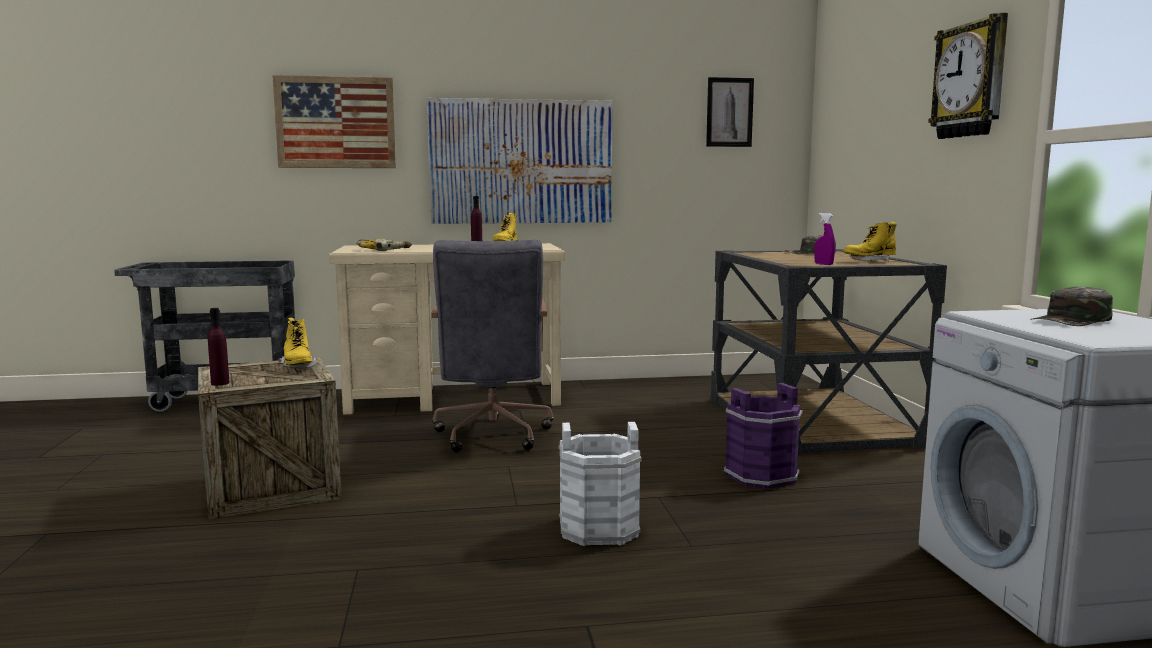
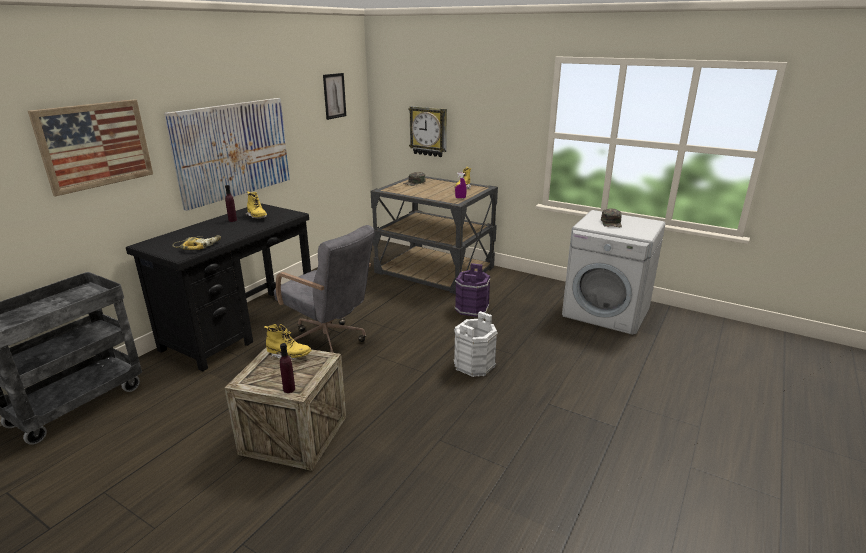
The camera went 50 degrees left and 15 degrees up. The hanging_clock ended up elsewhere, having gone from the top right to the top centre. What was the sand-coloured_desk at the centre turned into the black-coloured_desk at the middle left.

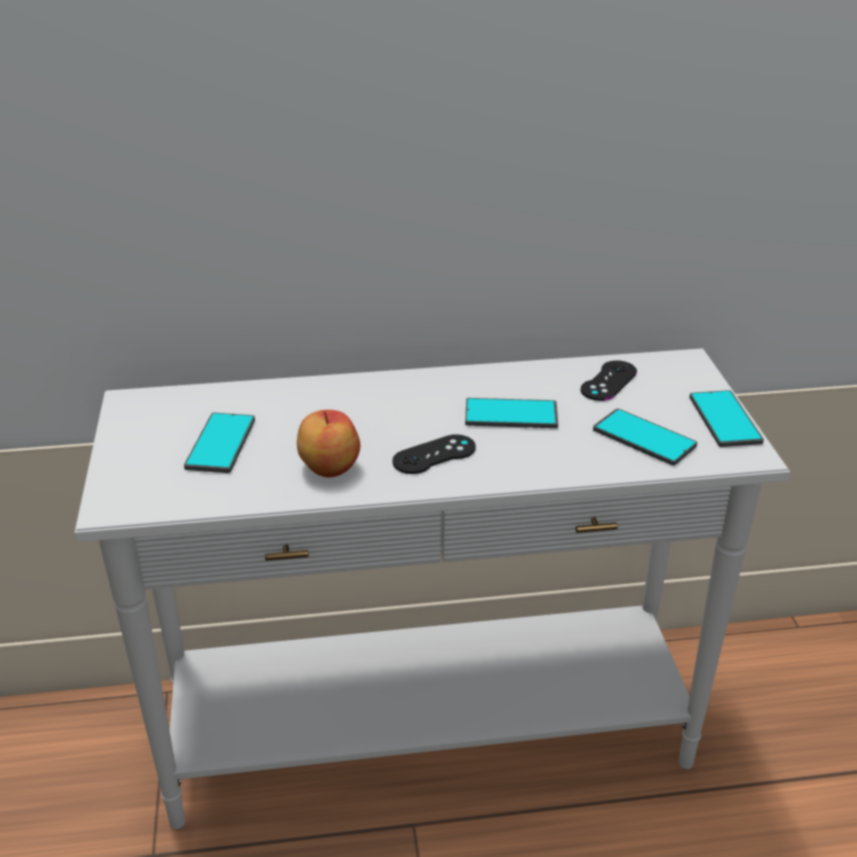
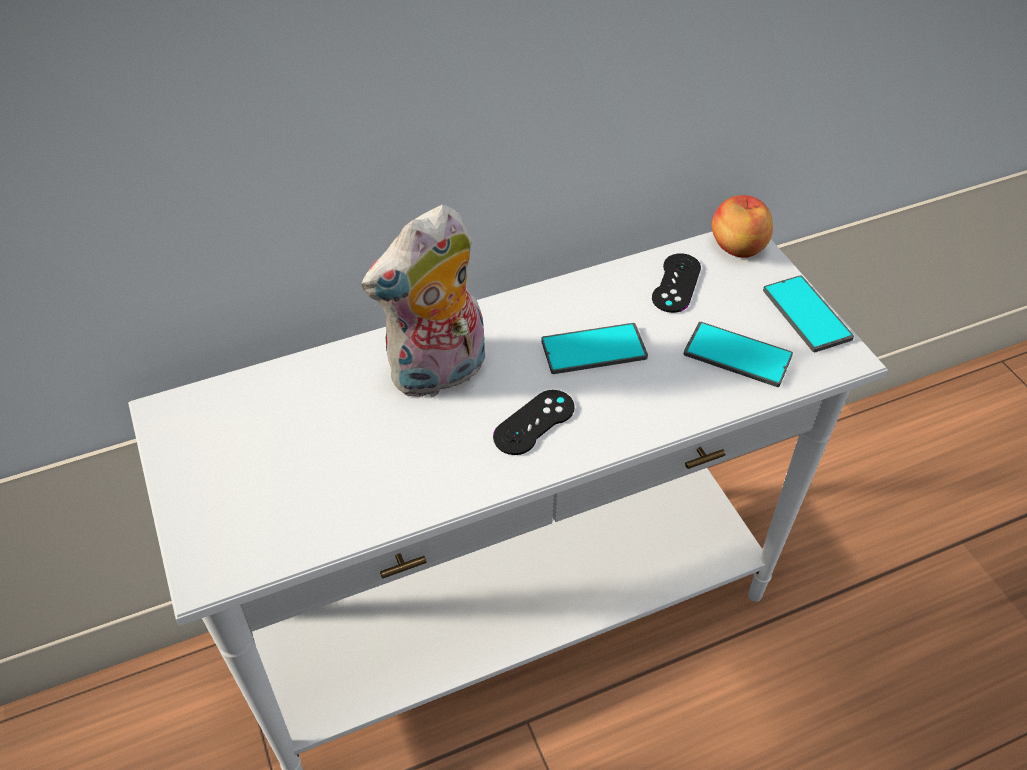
The camera went 15 degrees left and 15 degrees up. The second view lost the phone (1st from left) at the middle left. The second view gained the plush_toy at the centre. The whole_apple ended up elsewhere, having gone from the centre to the top right.

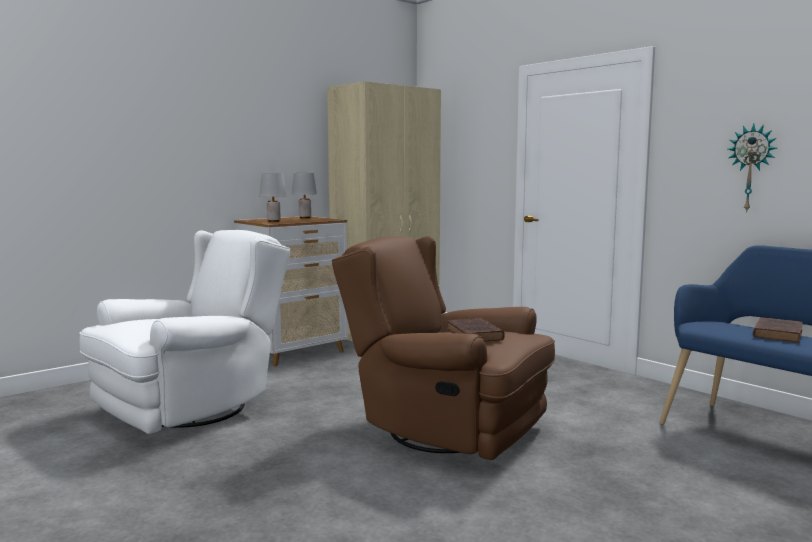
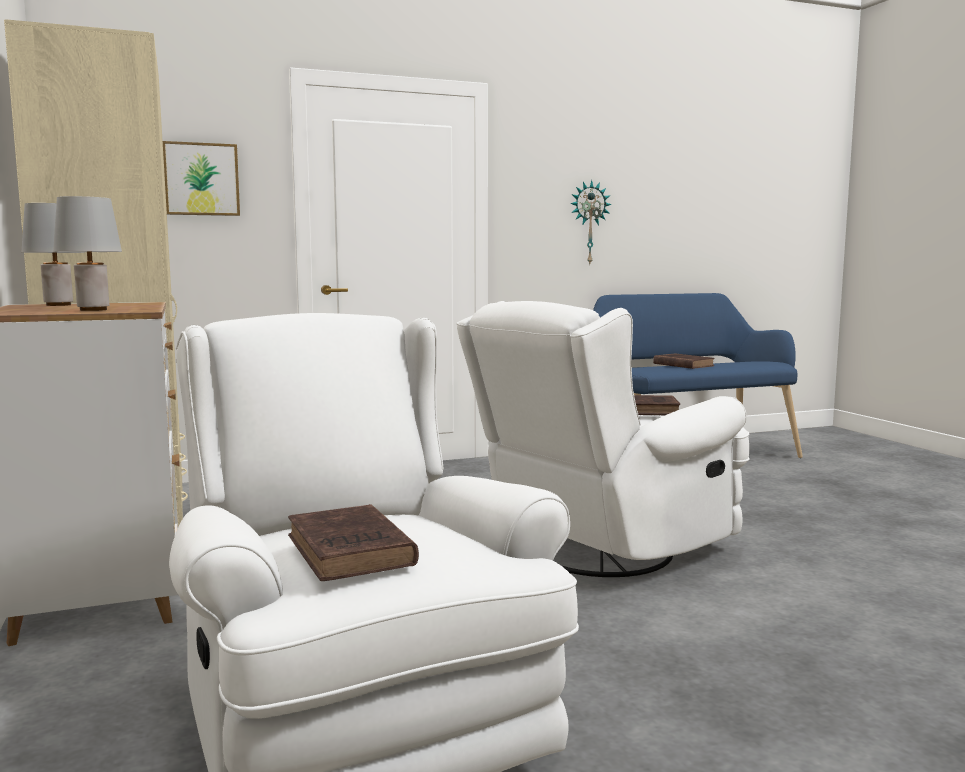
The camera went 70 degrees left and 0 degrees up. The second view gained the wall_picture at the top left. The second view gained the brown_book (1st from left) at the bottom centre. What was the brown_lounge_chair at the centre turned into the white-coloured_lounge_chair (2nd from left) at the centre.

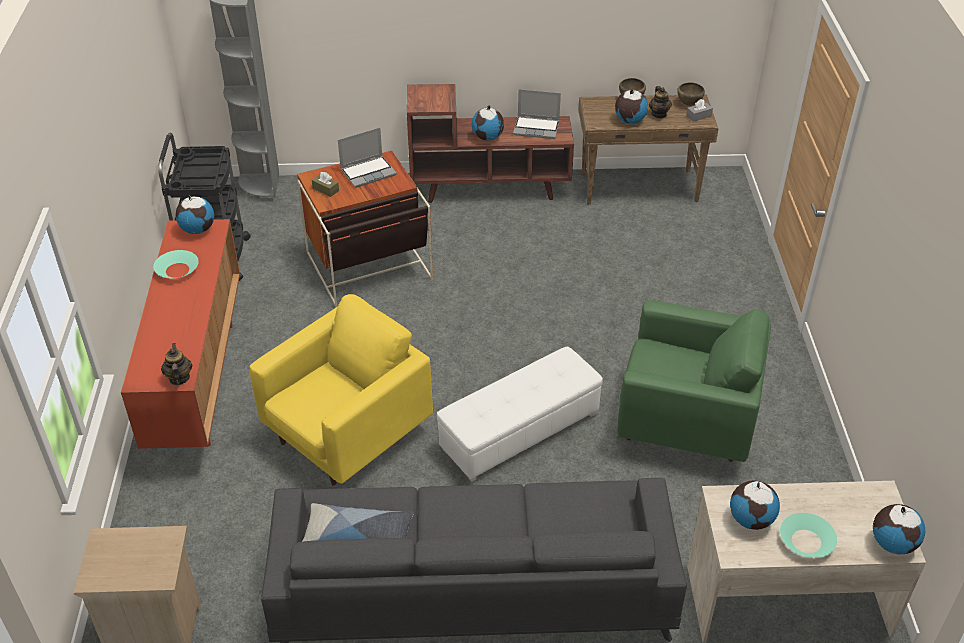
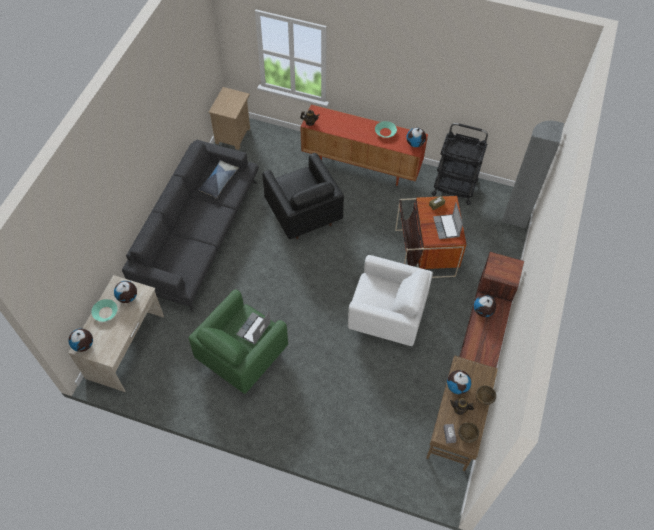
The camera went 110 degrees right and 15 degrees up. The second view lost the white-coloured_footrest at the centre. The second view gained the white-coloured_lounge_chair at the centre. The laptop (2nd from left in the first image) ended up elsewhere, having gone from the top centre to the centre. What was the yellow-coloured_lounge_chair at the centre turned into the black-coloured_lounge_chair at the centre.

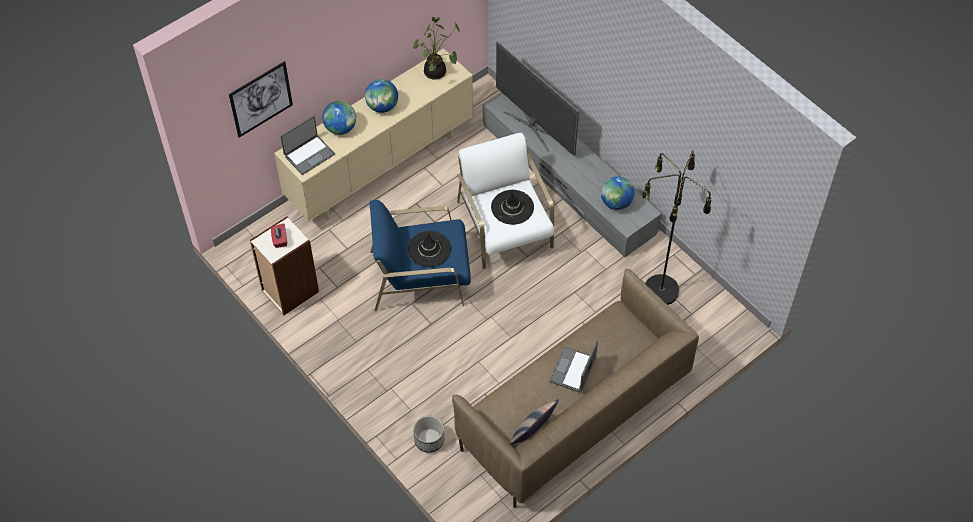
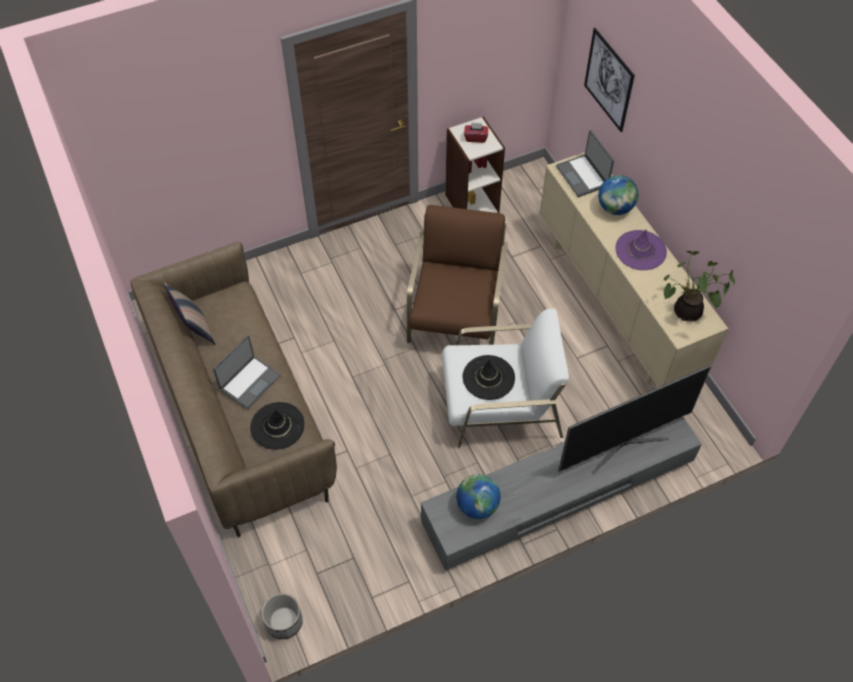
The camera went 105 degrees right and 0 degrees up. The second view lost the floor_lamp at the middle right. The black-coloured_wearable_hat (1st from left) ended up elsewhere, having gone from the centre to the middle left. The planter ended up elsewhere, having gone from the bottom centre to the bottom left. Where the globe (2nd from left) stood at the top centre, the purple-coloured_wearable_hat came to stand at the middle right. What was the blue_lounge_chair at the centre turned into the brown_lounge_chair at the centre. The laptop (2nd from left in the first image) at the bottom centre ended up facing another way, 90 degrees clockwise from before.

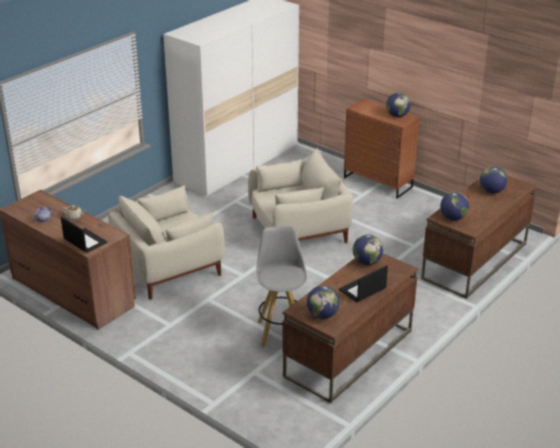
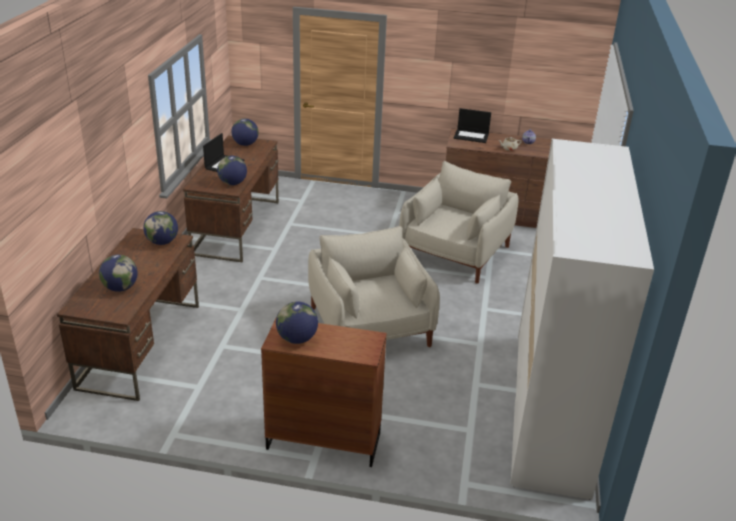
The camera went 150 degrees right and 0 degrees up. The second view lost the greyish_sitting_stool at the centre. The sand-coloured_lounge_chair (2nd from left in the first image) at the centre ended up facing another way, 120 degrees clockwise from before.

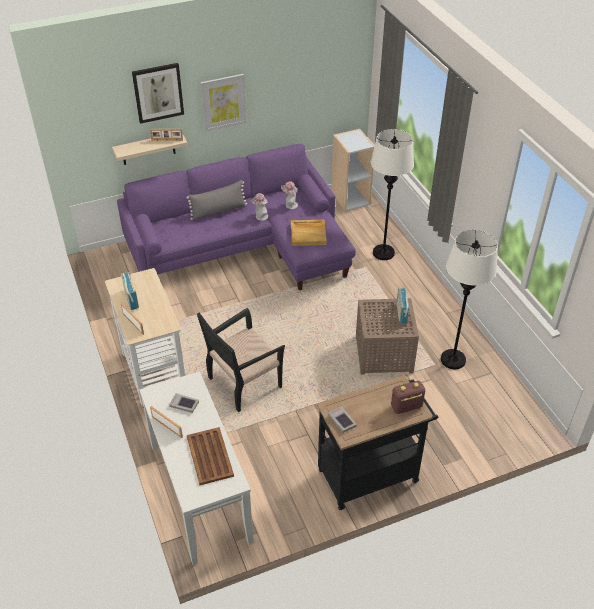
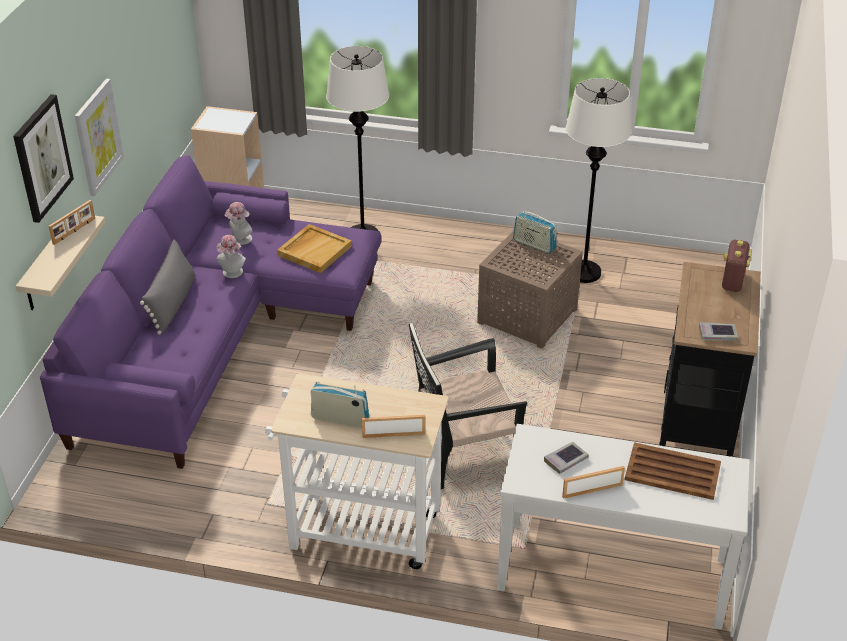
The camera went 55 degrees left and 5 degrees down. The black-coloured_lounge_chair at the centre ended up facing another way, 75 degrees clockwise from before.

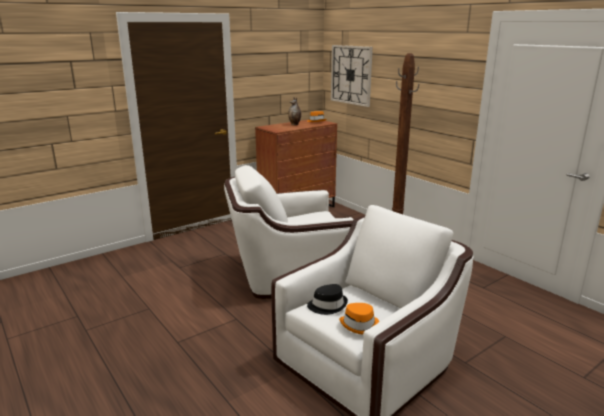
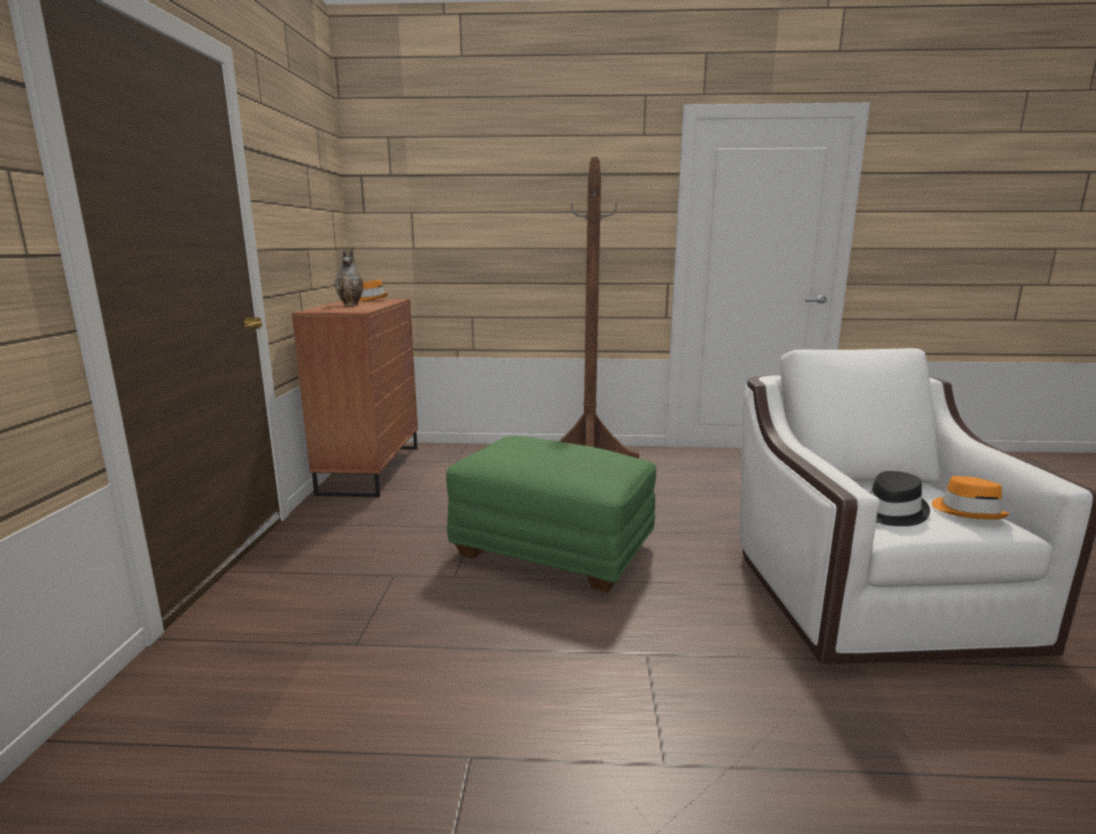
The camera went 50 degrees left and 5 degrees down. The second view lost the hanging_clock at the top centre. Where the white-coloured_lounge_chair (1st from left) stood at the centre, the greenish_footrest came to stand at the centre.

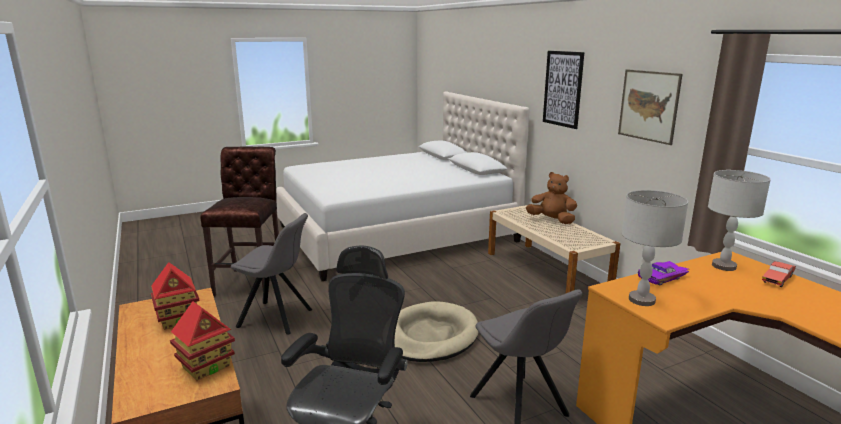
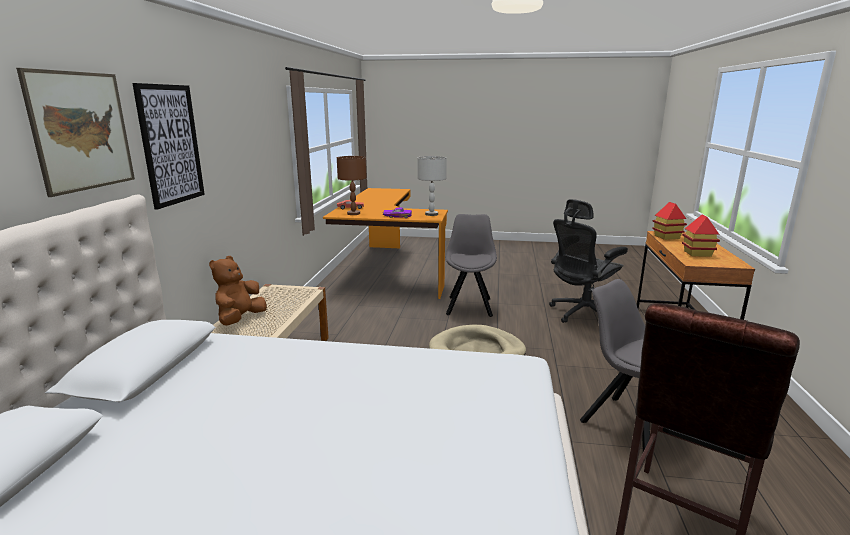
The camera went 145 degrees left and 0 degrees up. The wall_picture (2nd from left in the first image) ended up elsewhere, having gone from the top right to the top left. What was the greyish_tabletop_lamp (2nd from left) at the middle right turned into the brown_tabletop_lamp at the centre. The brown_plush_toy at the centre ended up facing another way, 45 degrees clockwise from before.

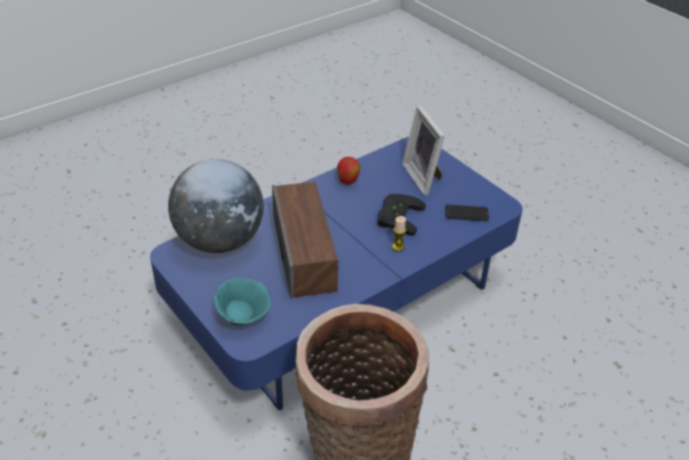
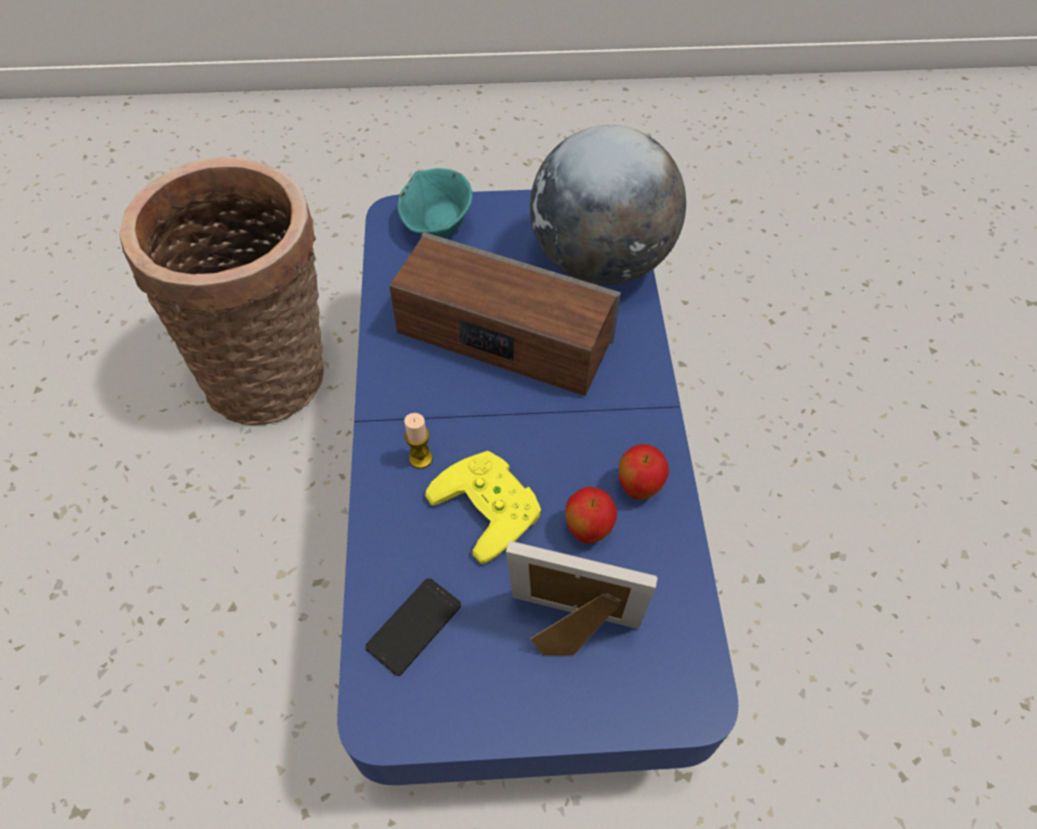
The camera went 125 degrees right and 15 degrees up. The second view gained the whole_apple (1st from left) at the centre. What was the black-coloured_joypad at the centre turned into the yellow-coloured_joypad at the centre.

